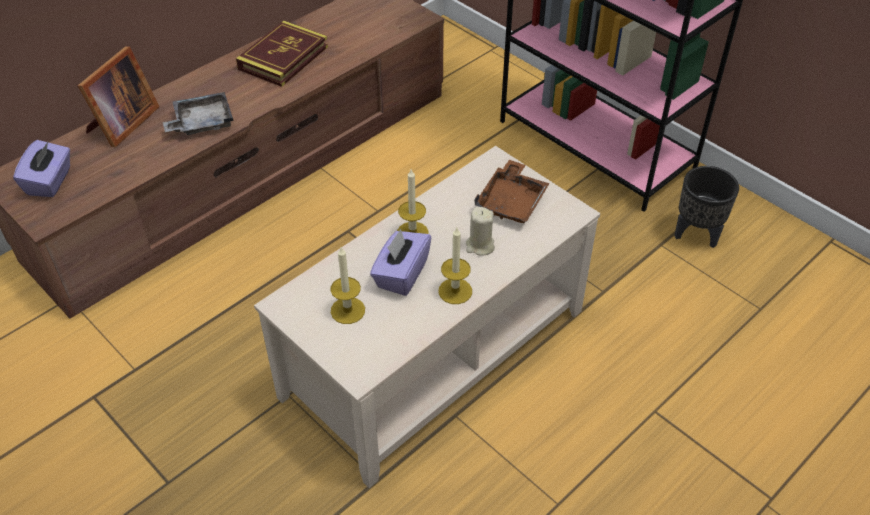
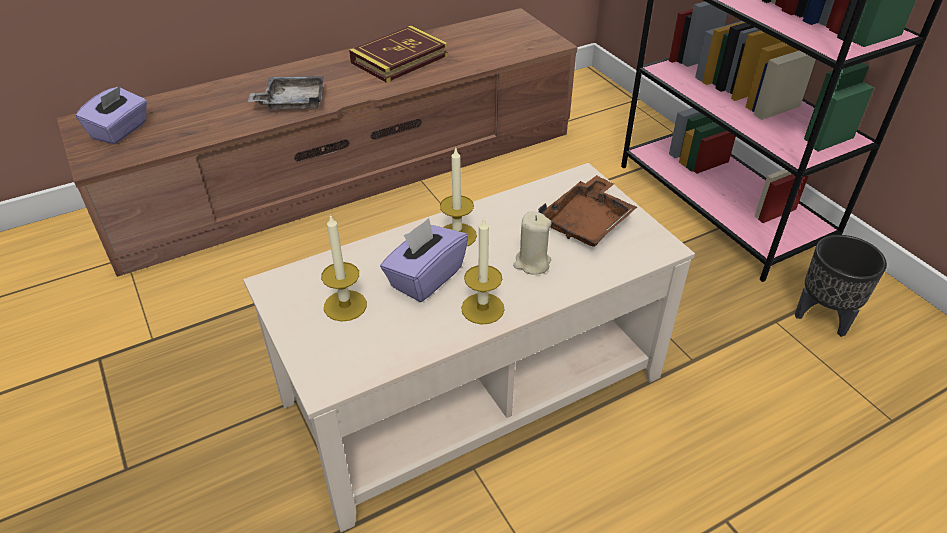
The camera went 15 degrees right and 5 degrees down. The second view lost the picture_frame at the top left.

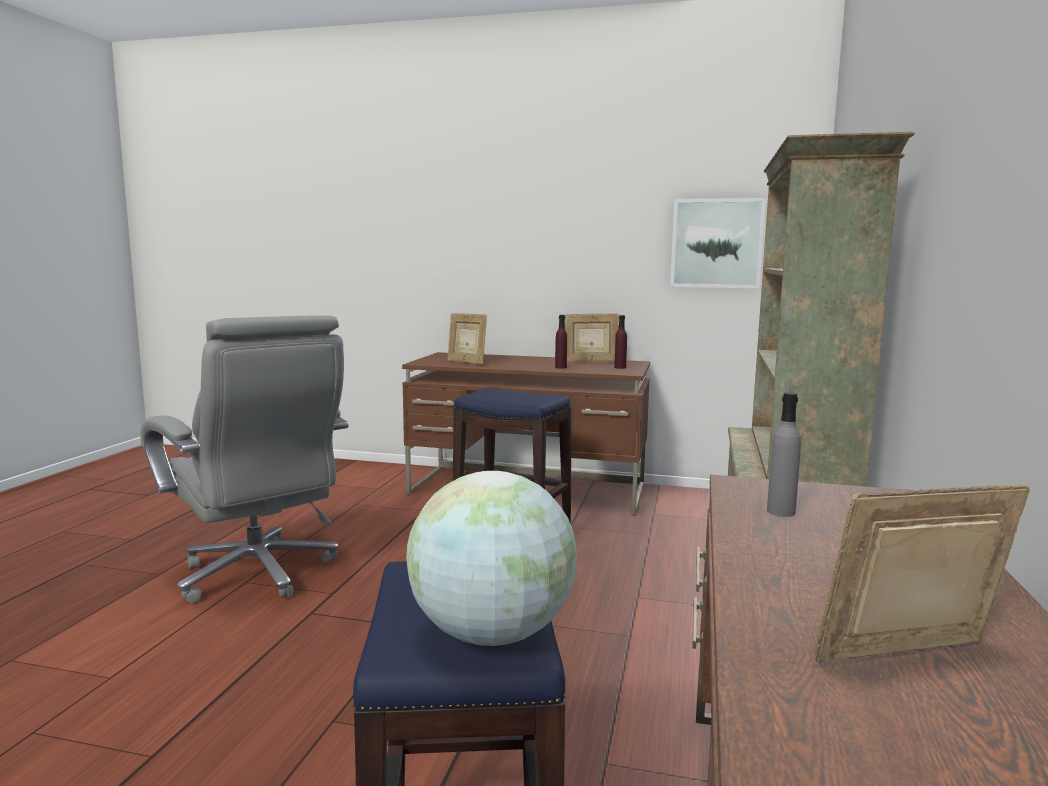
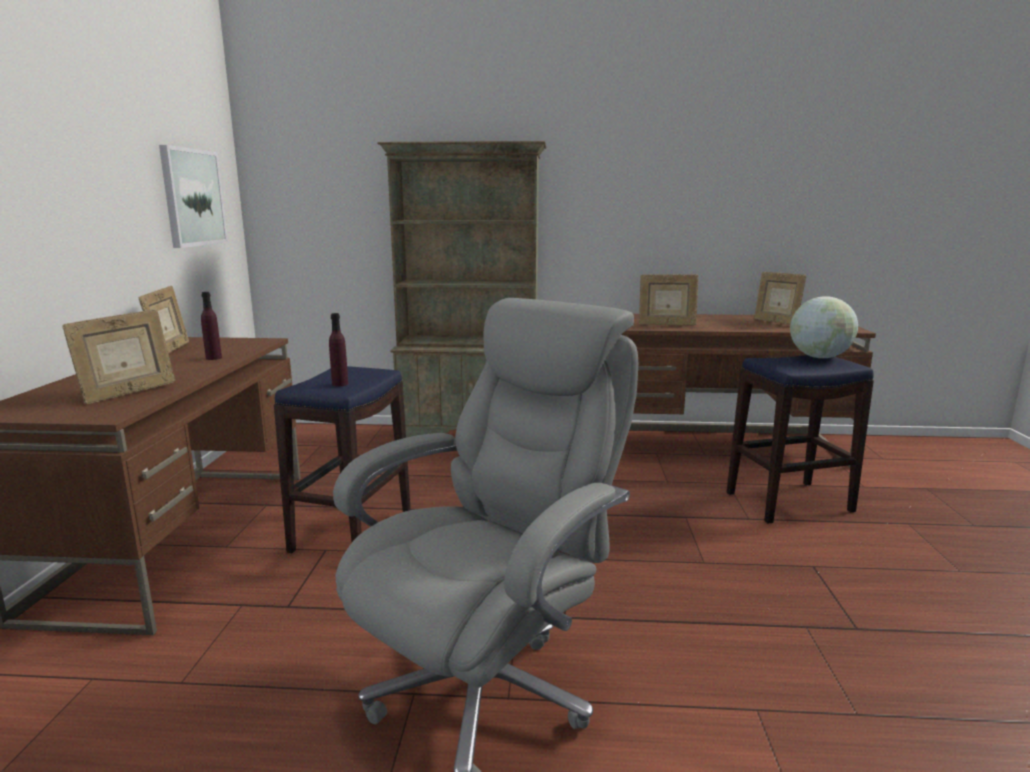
The camera went 100 degrees left and 5 degrees up. The purple-coloured_bottle (2nd from left) ended up elsewhere, having gone from the centre to the middle left. Where the greyish_bottle stood at the middle right, the picture_frame (3rd from left) came to stand at the centre.

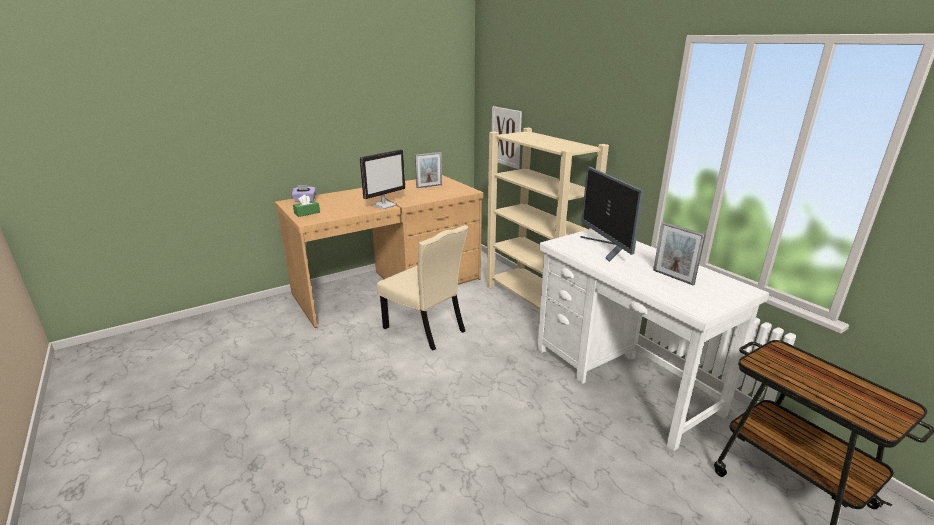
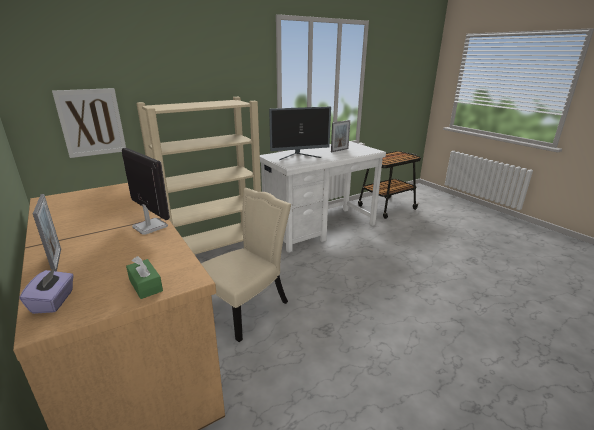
The camera went 90 degrees left and 0 degrees up. The picture_frame (1st from left) ended up elsewhere, having gone from the top centre to the middle left.

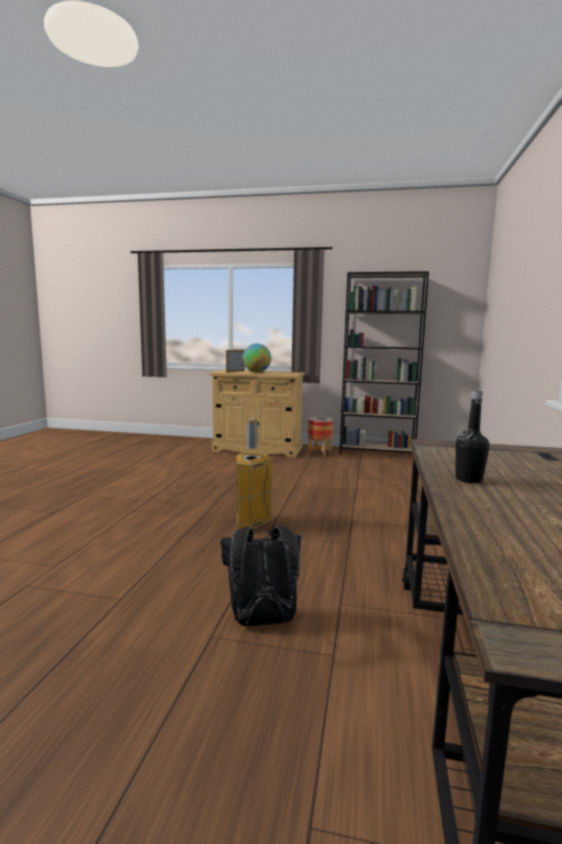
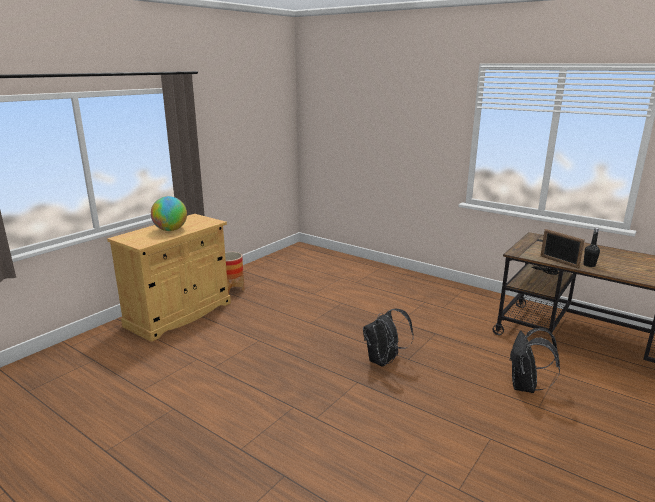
The camera went 65 degrees left and 10 degrees up. The second view lost the sand-coloured_bookshelf at the middle right. The picture_frame ended up elsewhere, having gone from the centre to the middle right. Where the trash_can stood at the centre, the black-coloured_backpack (1st from left) came to stand at the bottom centre.

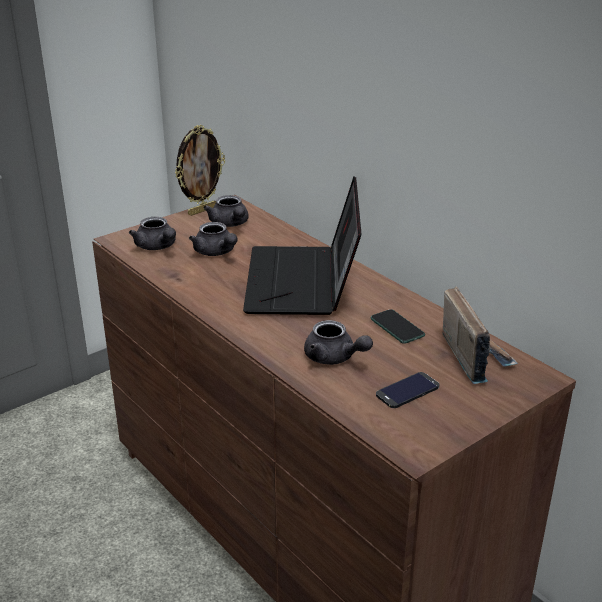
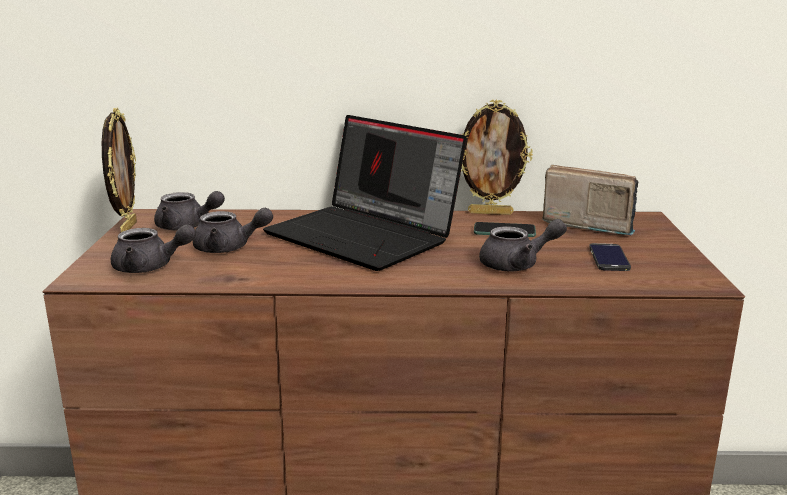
The camera went 50 degrees left and 10 degrees down. The second view gained the picture_frame (2nd from left) at the top centre.

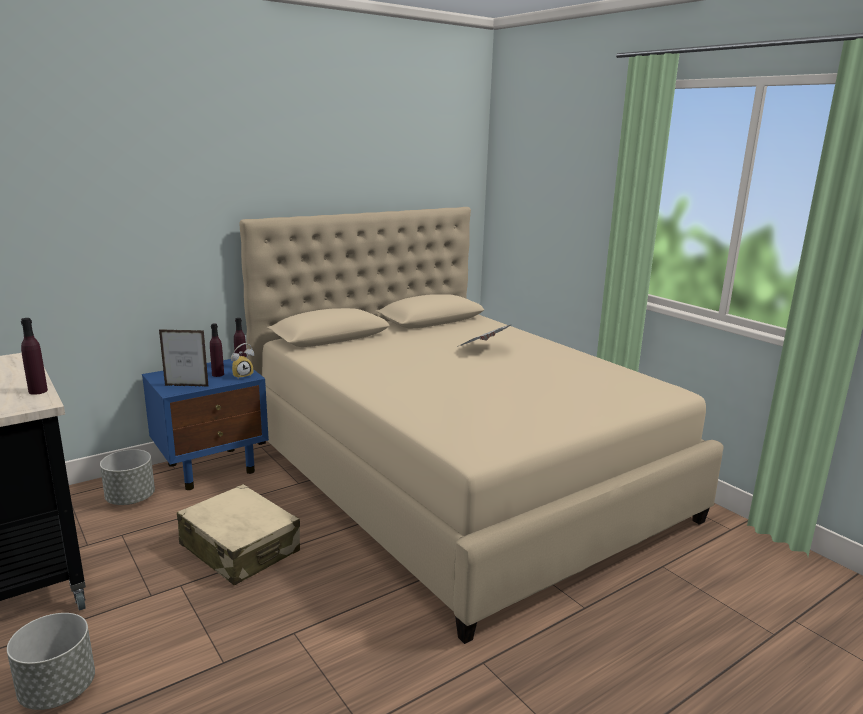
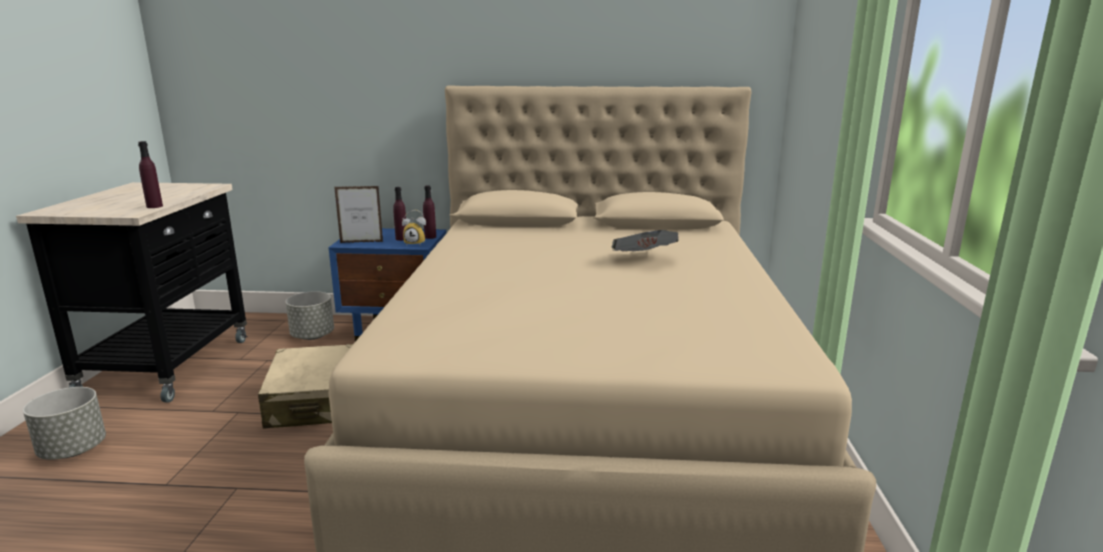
The camera went 40 degrees right and 0 degrees up. The picture_frame at the middle left ended up facing another way, 135 degrees clockwise from before.

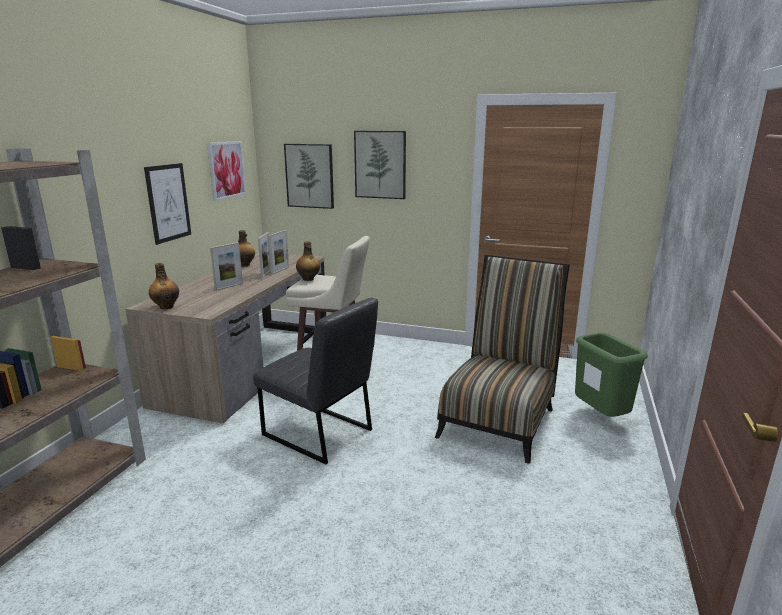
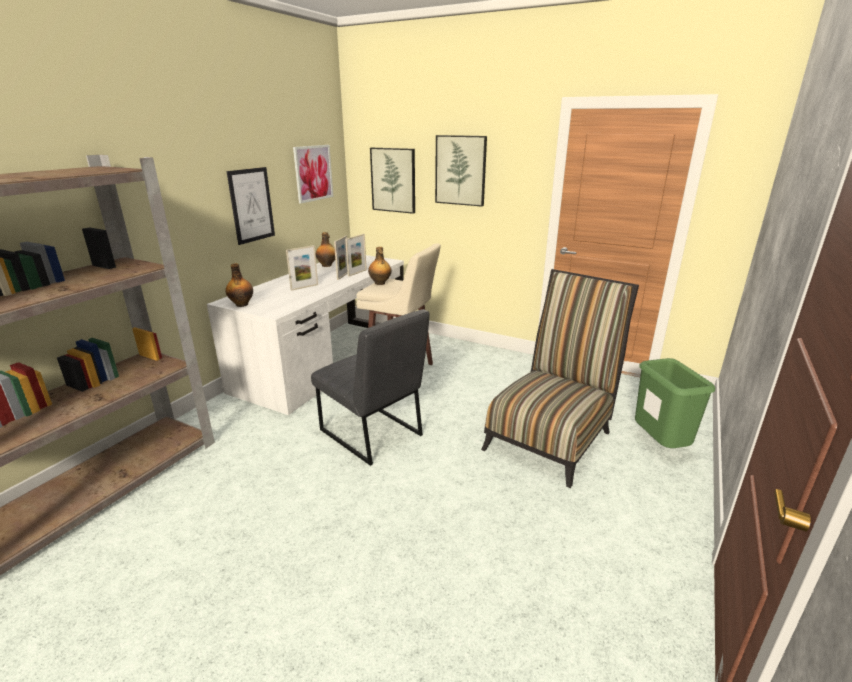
The camera went 10 degrees right and 5 degrees up. What was the brown_desk at the middle left turned into the white-coloured_desk at the centre.

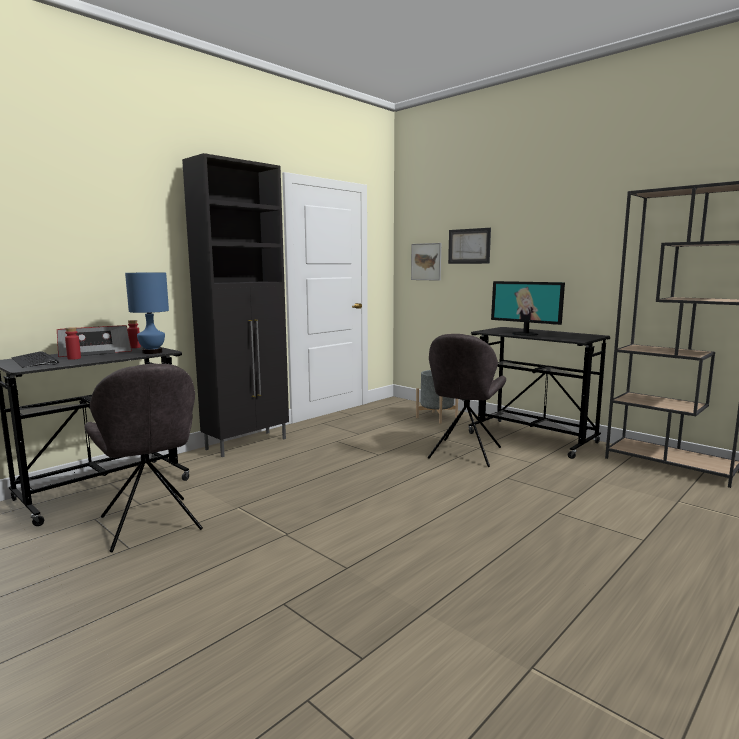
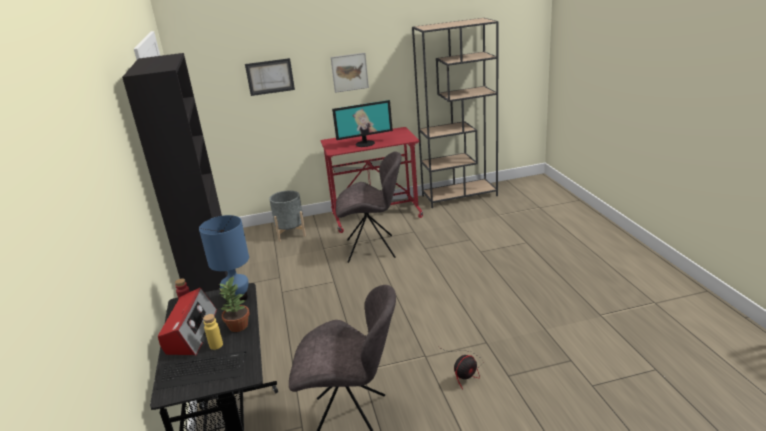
The camera went 55 degrees left and 15 degrees up. The second view gained the houseplant at the bottom left. The second view gained the electric_fan at the bottom centre. The wall_picture (1st from left in the first image) ended up elsewhere, having gone from the centre to the top centre. What was the reddish_bottle (1st from left) at the middle left turned into the yellow-coloured_bottle at the bottom left. What was the black-coloured_desk (2nd from left) at the middle right turned into the reddish_desk at the centre. The greyish_chair (2nd from left) at the centre ended up facing another way, 60 degrees counterclockwise from before.

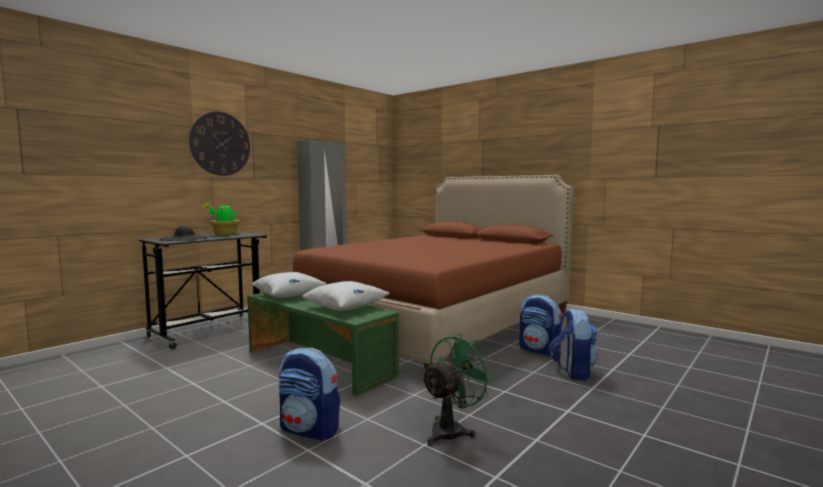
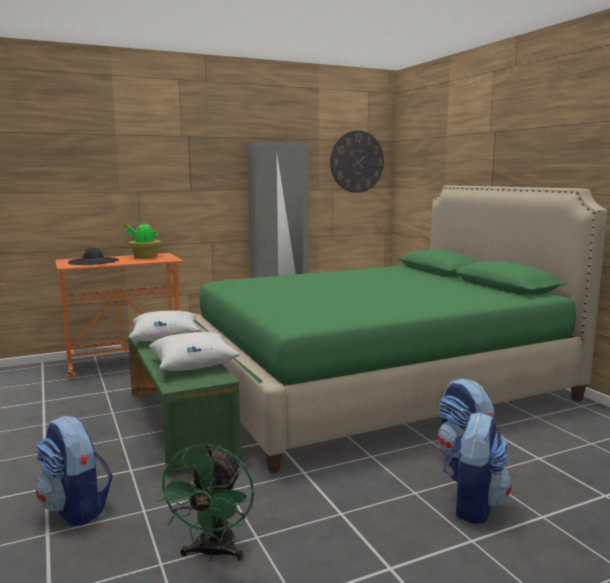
The camera went 25 degrees right and 5 degrees up. The hanging_clock ended up elsewhere, having gone from the top left to the top centre. What was the black-coloured_desk at the middle left turned into the orangey_desk at the middle left. What was the brown_bed at the centre turned into the greenish_bed at the centre. The greenish_electric_fan at the bottom centre ended up facing another way, 120 degrees clockwise from before.

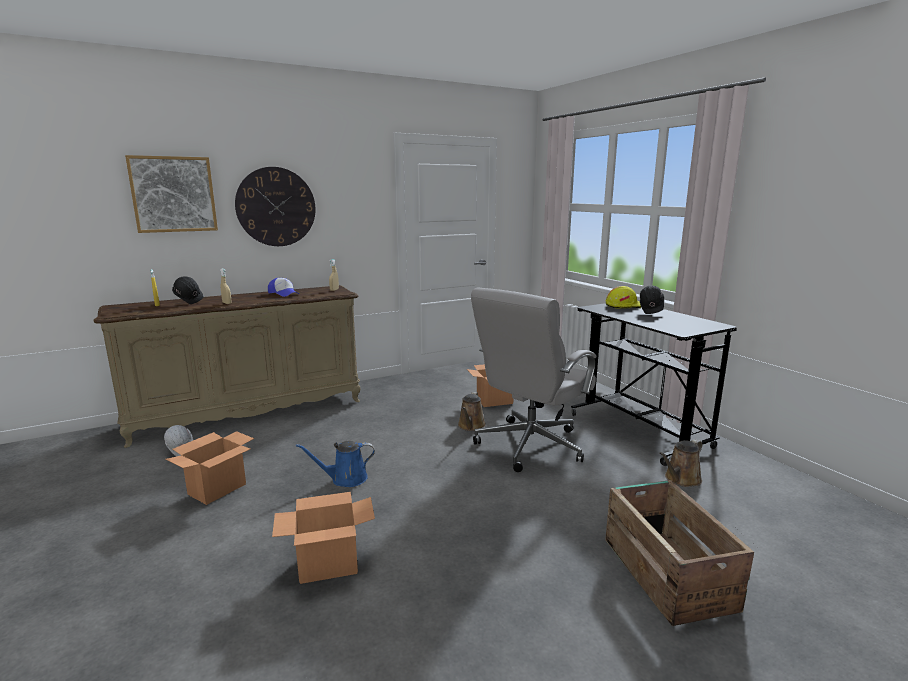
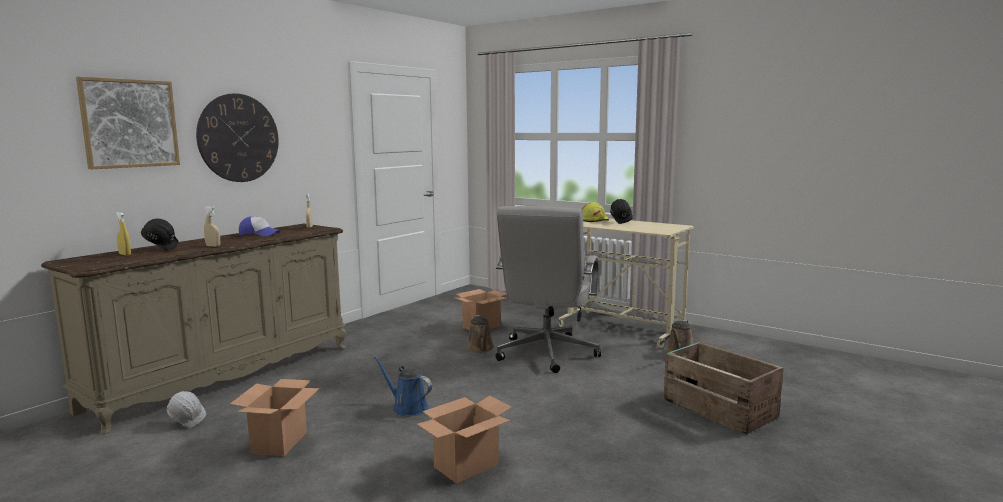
The camera went 25 degrees left and 5 degrees down. What was the black-coloured_desk at the middle right turned into the sand-coloured_desk at the centre. The blue_watering_can at the bottom centre ended up facing another way, 75 degrees clockwise from before.

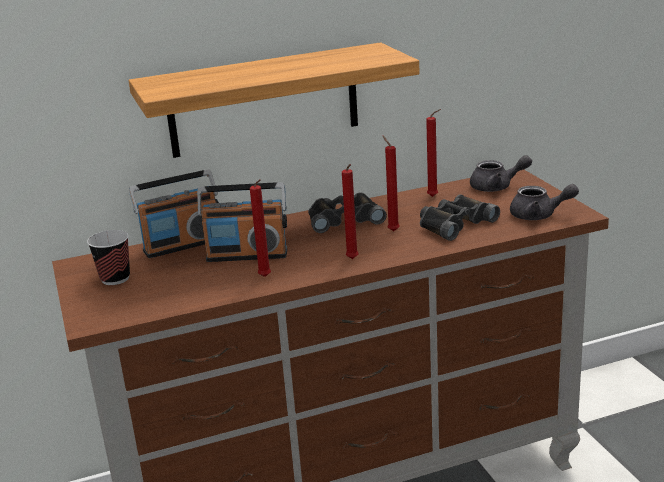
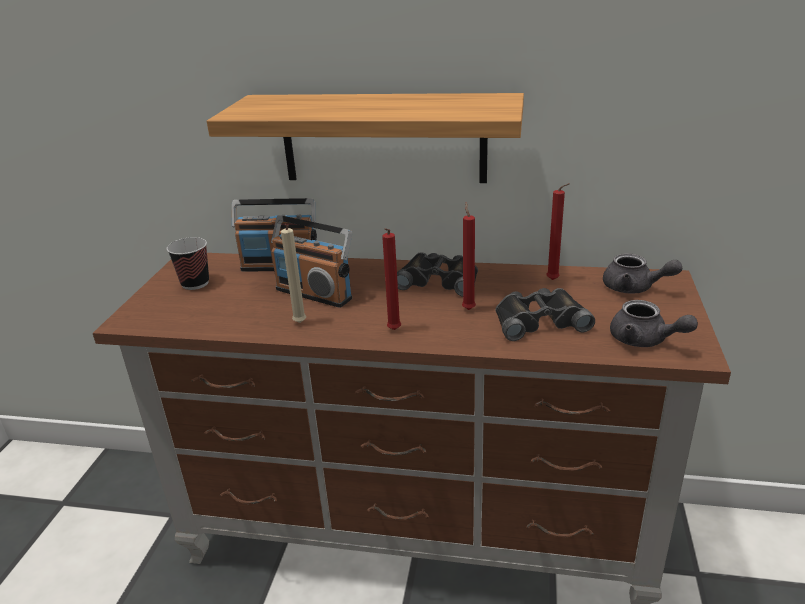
The camera went 30 degrees right and 5 degrees up. What was the reddish_candle (1st from left) at the centre turned into the sand-coloured_candle at the centre.

